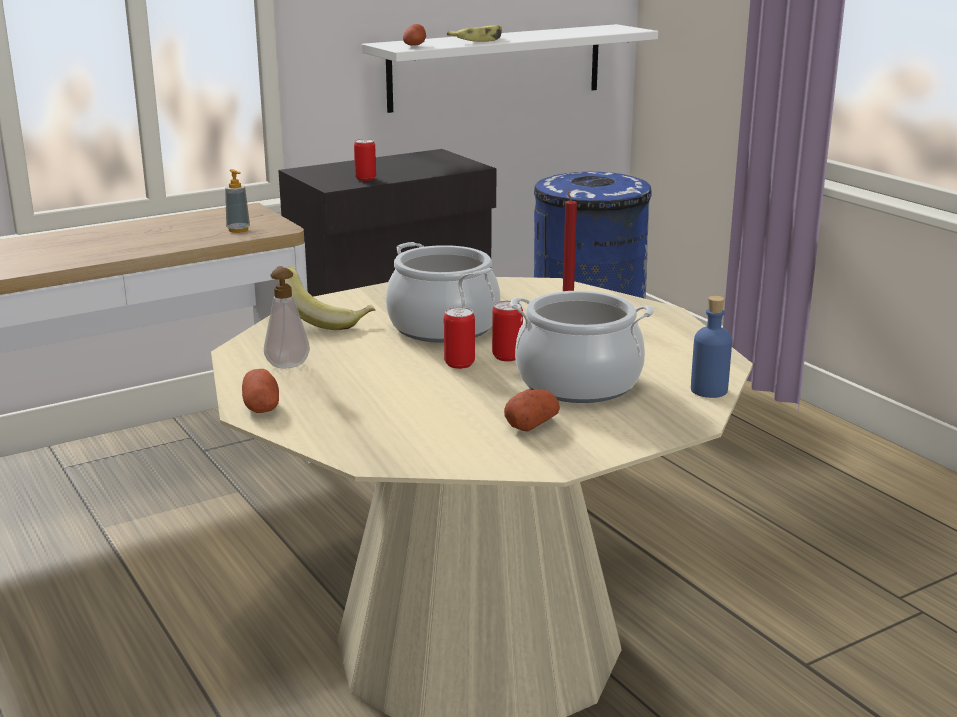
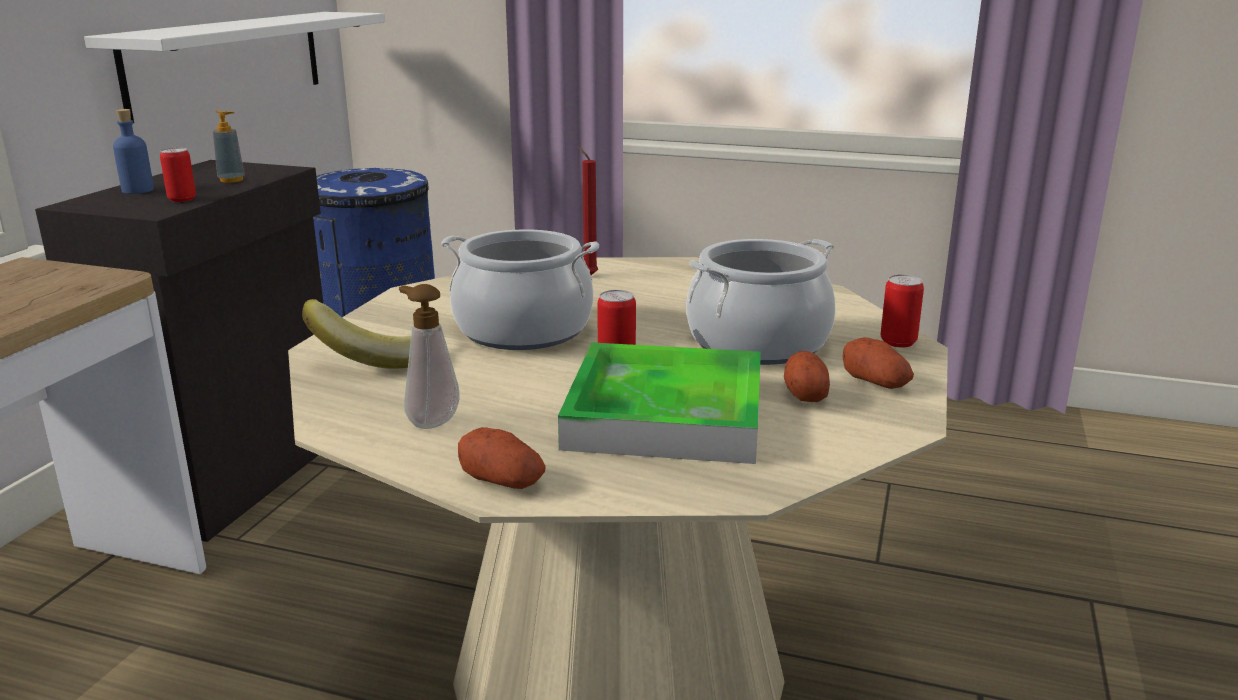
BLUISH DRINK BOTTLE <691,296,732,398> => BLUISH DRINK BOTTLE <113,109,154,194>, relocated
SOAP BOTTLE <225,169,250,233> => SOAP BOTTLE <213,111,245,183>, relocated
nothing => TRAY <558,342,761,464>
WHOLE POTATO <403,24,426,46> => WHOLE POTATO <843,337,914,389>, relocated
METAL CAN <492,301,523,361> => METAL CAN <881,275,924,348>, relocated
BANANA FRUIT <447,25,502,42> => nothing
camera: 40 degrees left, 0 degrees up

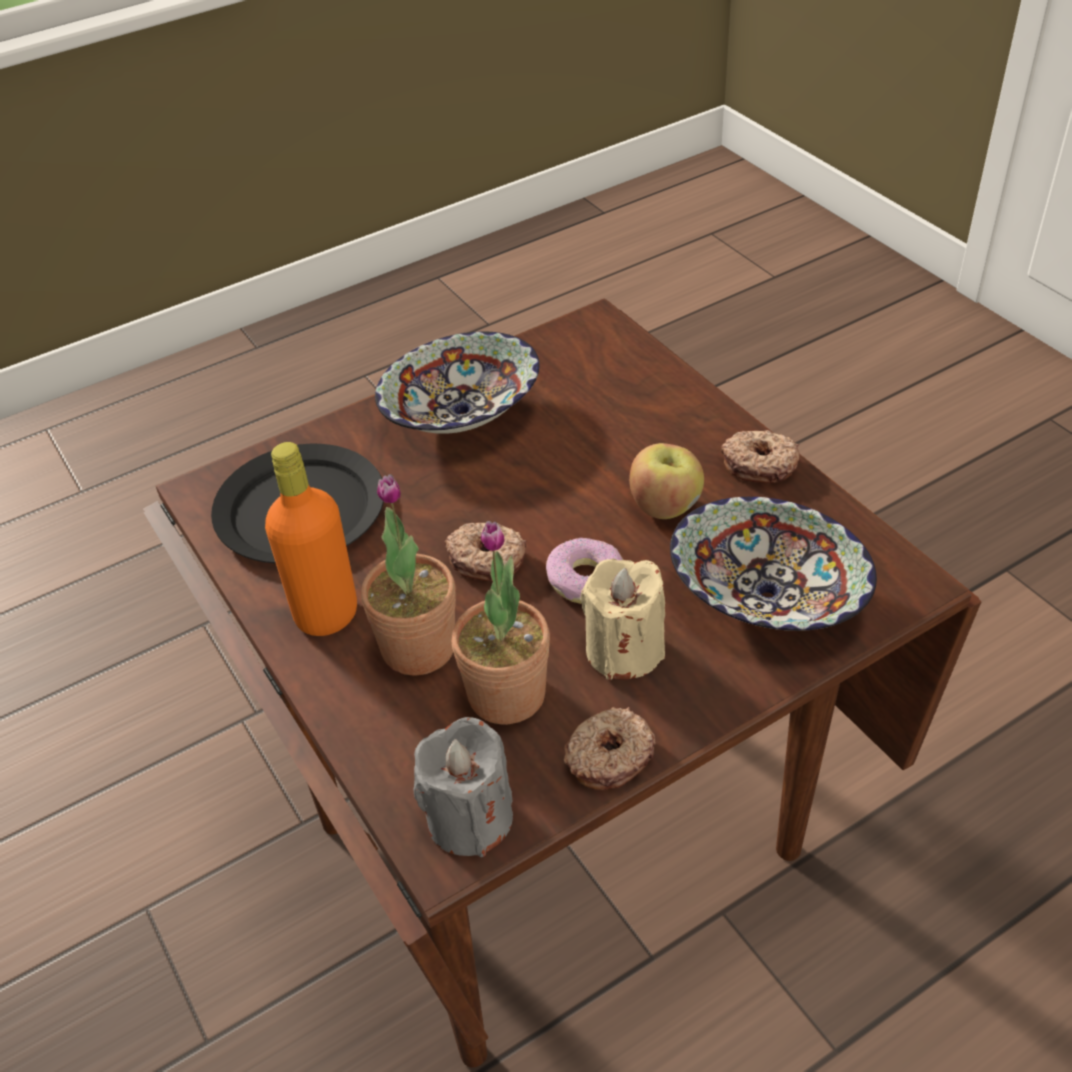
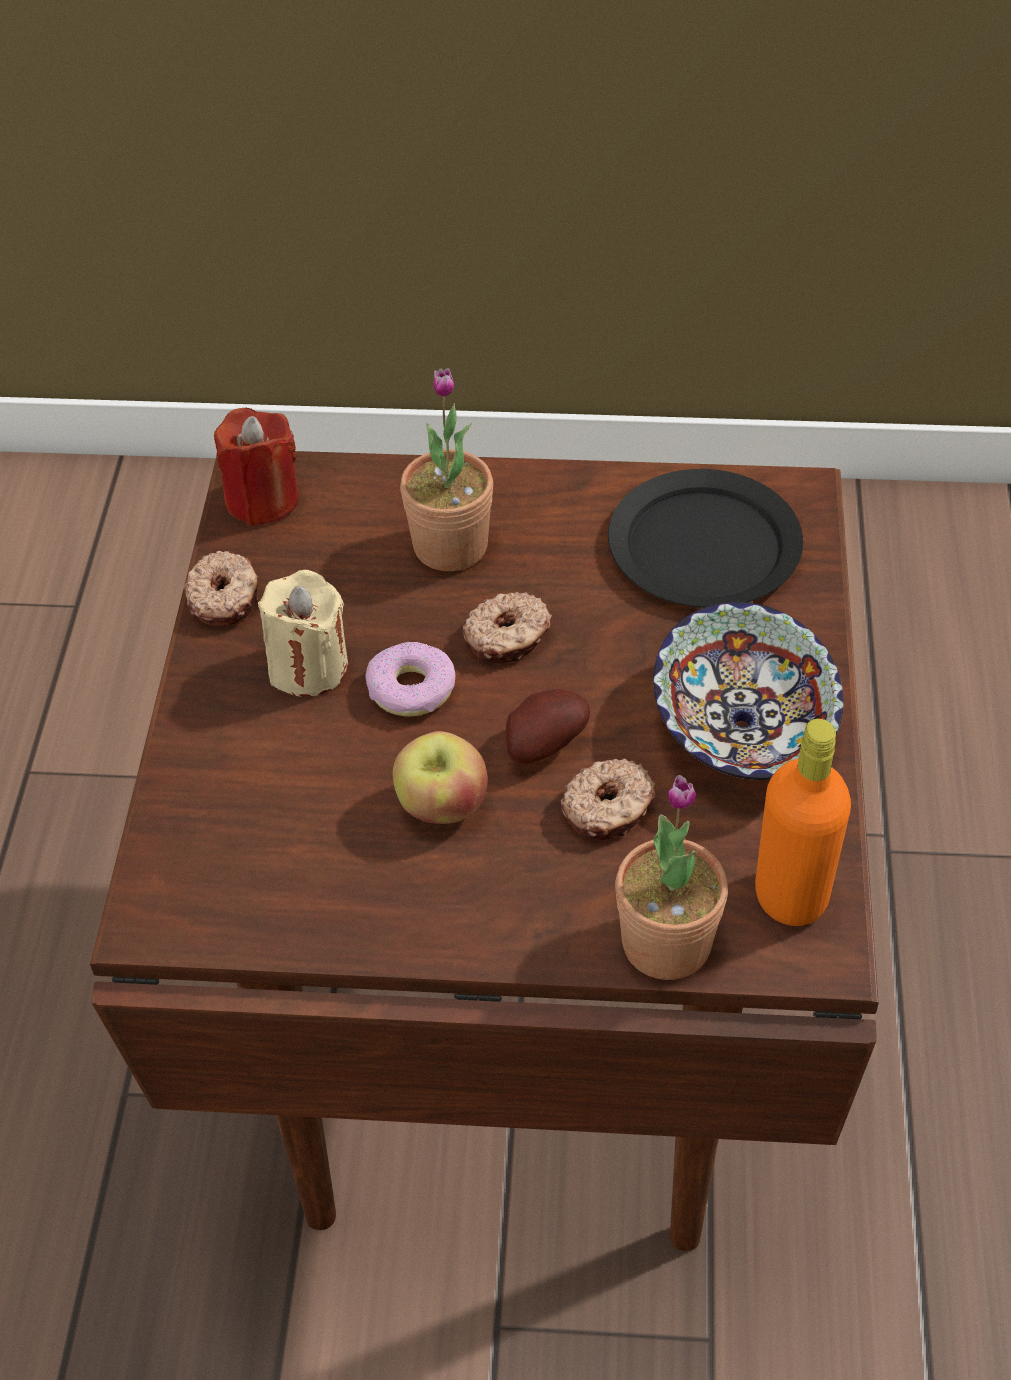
GREYISH WAX CANDLE <413,717,513,857> => REDDISH WAX CANDLE <214,408,299,526>
nothing => WHOLE POTATO <506,689,590,764>
DOUGHNUT <721,430,800,483> => DOUGHNUT <561,758,655,840>, relocated
HOUSEPLANT <452,521,550,725> => HOUSEPLANT <615,775,728,980>, relocated
ORANGE DRINK BOTTLE <265,442,357,636> => ORANGE DRINK BOTTLE <755,719,851,926>, relocated
BOWL <670,497,877,631> => nothing
camera: 125 degrees right, 5 degrees up

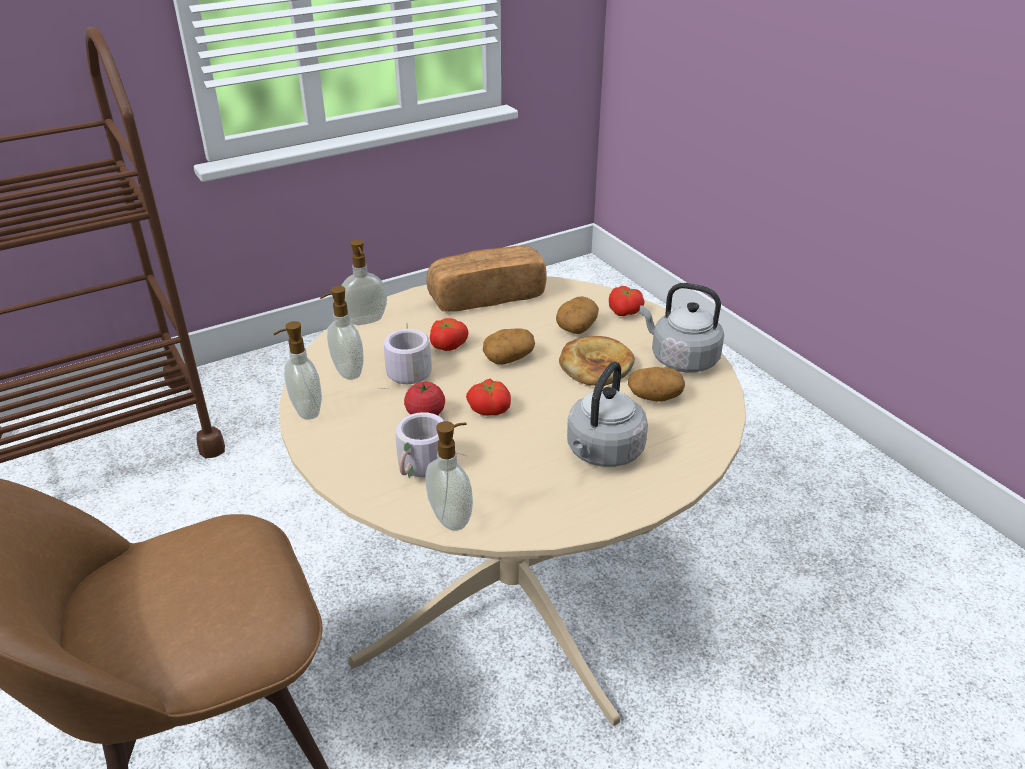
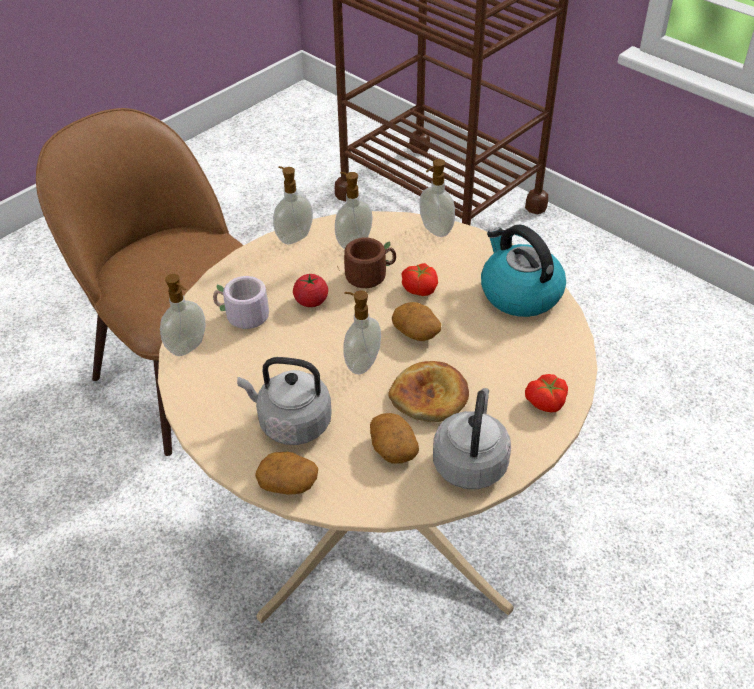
WHOLE POTATO <556,296,599,334> => WHOLE POTATO <255,452,318,495>, relocated
GREYISH COFFEE MUG <382,325,432,389> => BROWN COFFEE MUG <337,237,396,288>
nothing => SOAP BOTTLE <343,290,381,374>
BAKED BREAD <427,246,547,311> => TEA KETTLE <481,224,566,317>
FRESH TOMATO <466,379,511,416> => nothing
camera: 75 degrees right, 10 degrees up

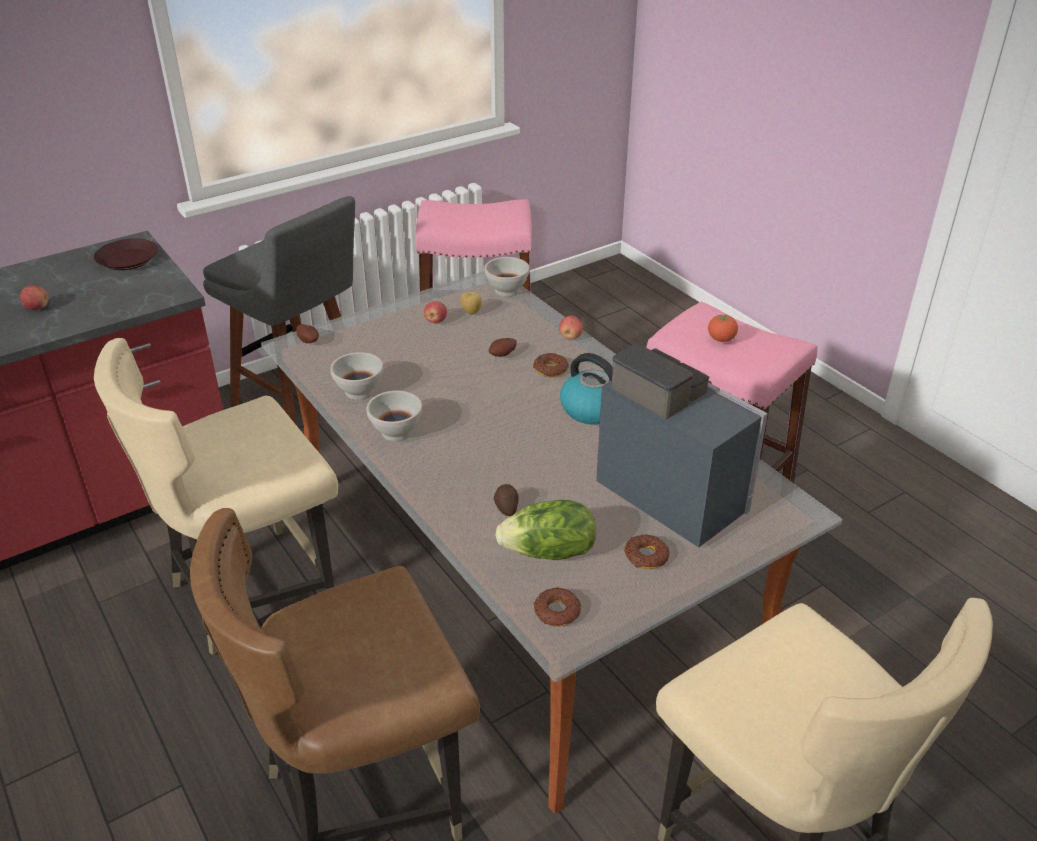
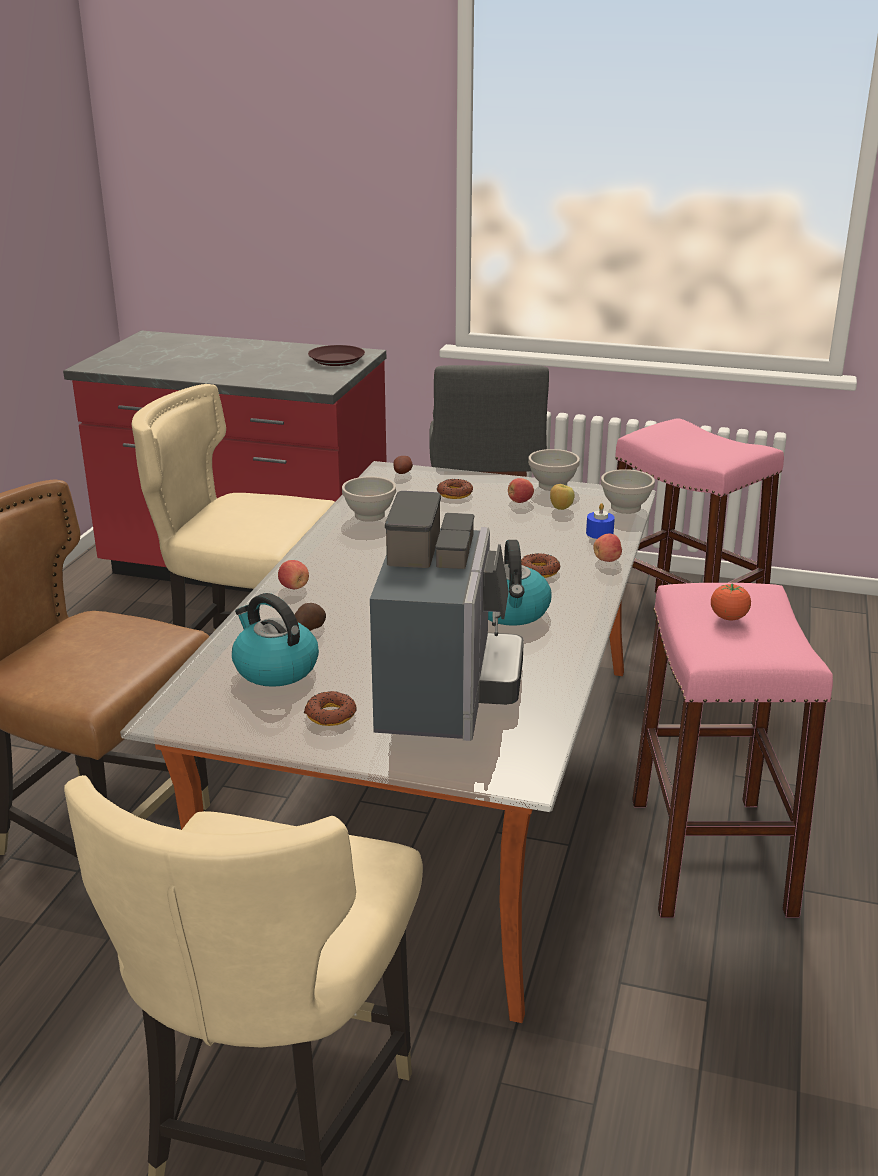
LETTUCE HEAD <495,500,596,560> => TEA KETTLE <232,593,319,687>
APPLE FRUIT <20,285,49,310> => APPLE FRUIT <278,560,309,589>, relocated
DOUGHNUT <534,587,581,626> => DOUGHNUT <437,479,473,499>, relocated
WHITE-COLOURED BOWL <366,391,422,441> => WHITE-COLOURED BOWL <528,449,580,491>, relocated
nothing => BLUISH WAX CANDLE <586,503,615,539>
WHOLE POTATO <489,338,517,357> => nothing
camera: 50 degrees right, 10 degrees down

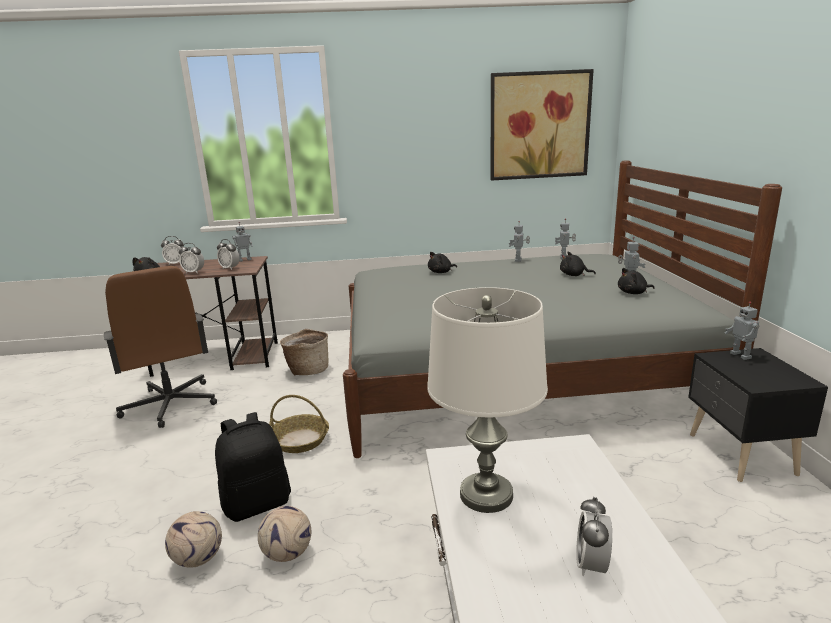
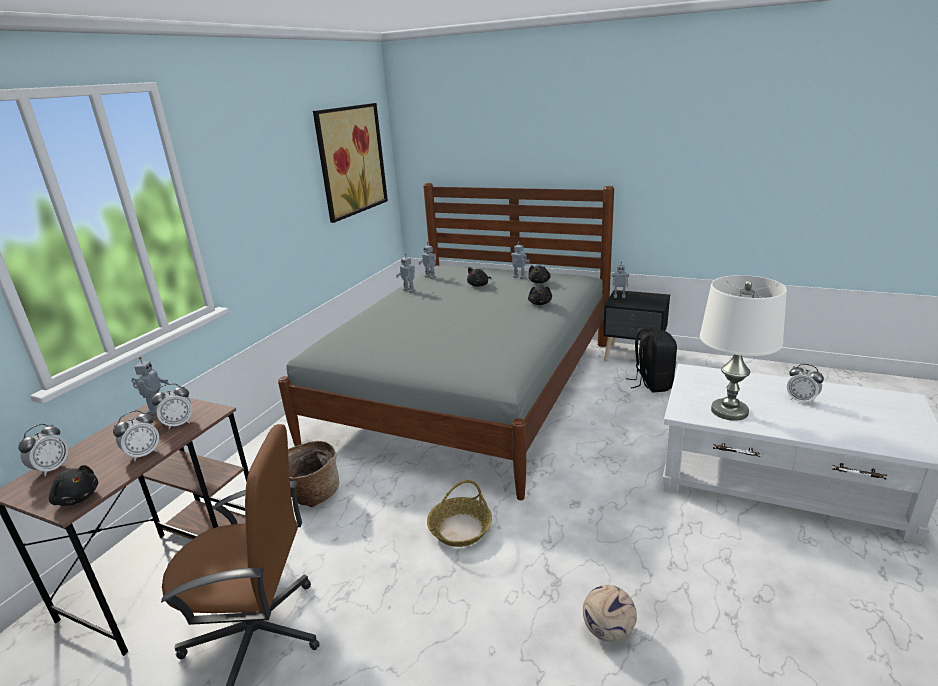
BLACK-COLOURED PLUSH TOY <428,252,457,273> => BLACK-COLOURED PLUSH TOY <528,286,552,305>, relocated
BLACK-COLOURED RUCKSACK <215,412,291,522> => BLACK-COLOURED RUCKSACK <626,327,677,393>, relocated
BALL FOR FOOTBALL <258,506,311,562> => nothing
camera: 60 degrees left, 5 degrees up

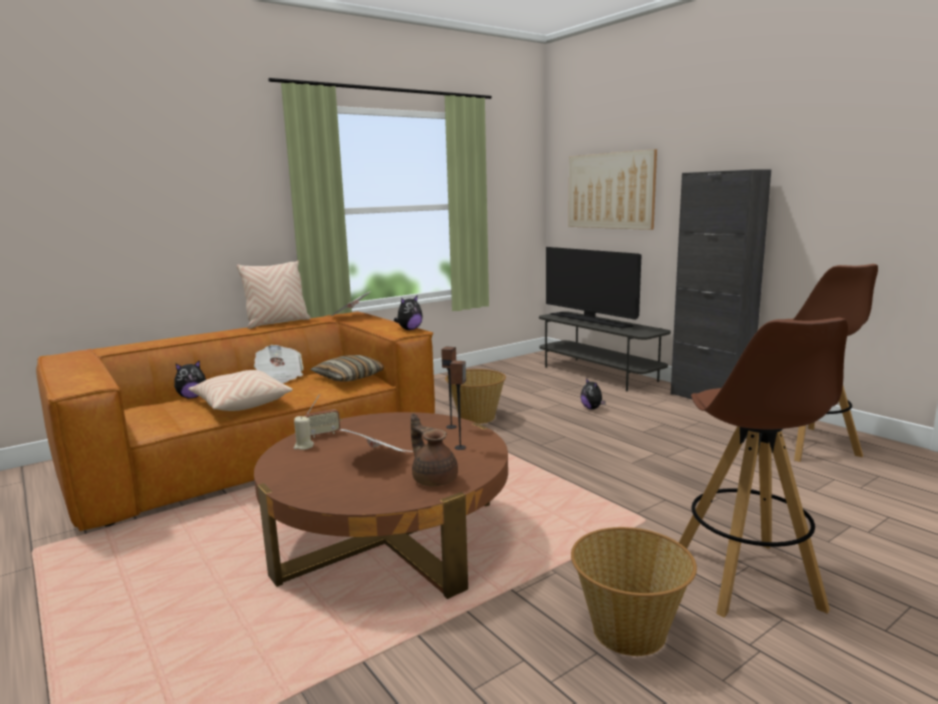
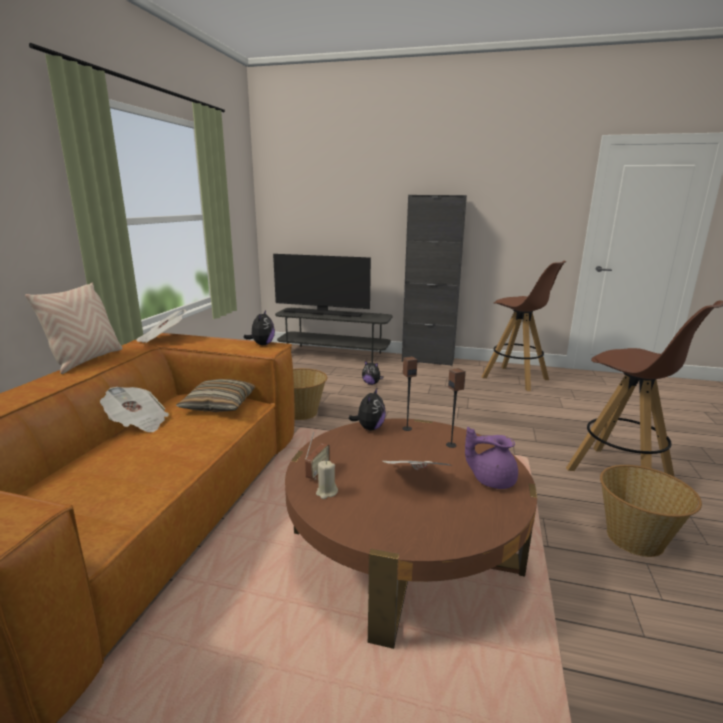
PLUSH TOY <174,360,206,398> => PLUSH TOY <349,387,386,431>, relocated
BROWN TEA POT <411,413,458,486> => PURPLE TEA POT <465,427,518,489>
BEIGE-COLOURED PILLOW <188,370,293,411> => nothing
WALL ART <568,149,657,230> => nothing
camera: 40 degrees left, 5 degrees up

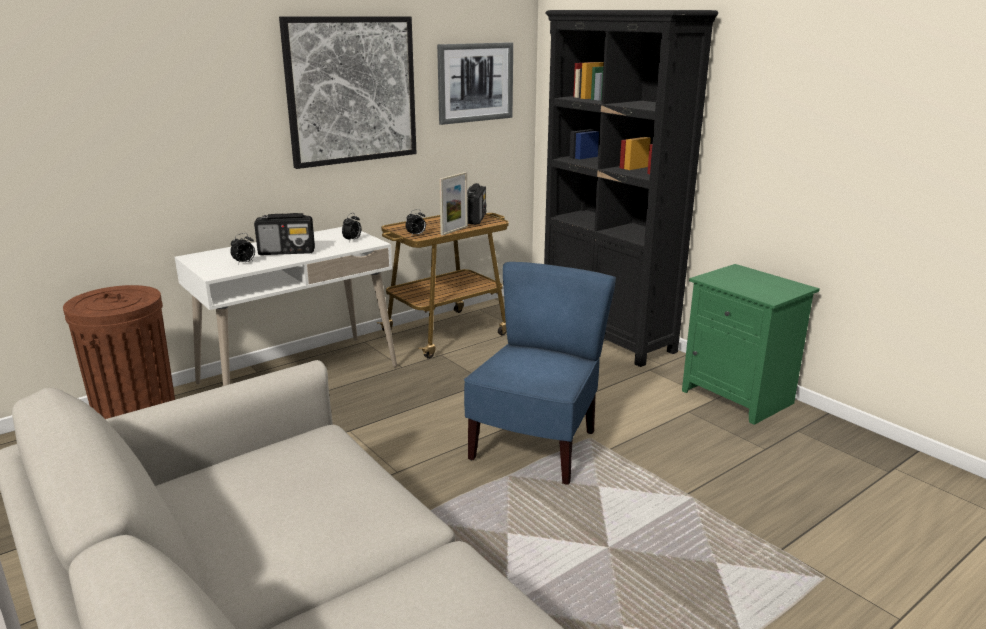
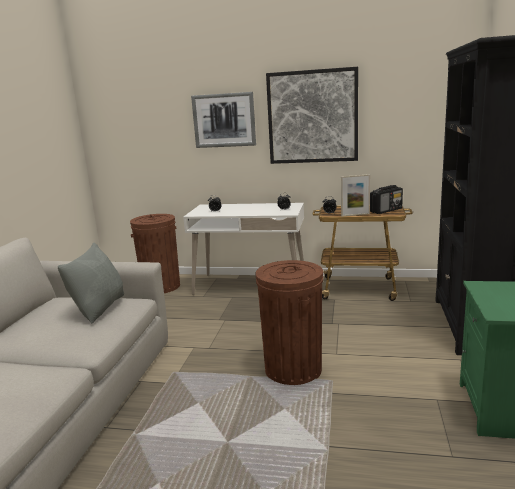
nothing => GREYISH PILLOW <58,243,124,324>
WALL ART <437,42,513,125> => WALL ART <191,92,256,148>, relocated
BLUISH CHAIR <464,262,616,485> => BROWN RUBBISH BIN <256,260,323,385>
RADIO RECEIVER <254,213,315,255> => nothing
camera: 50 degrees right, 5 degrees down

